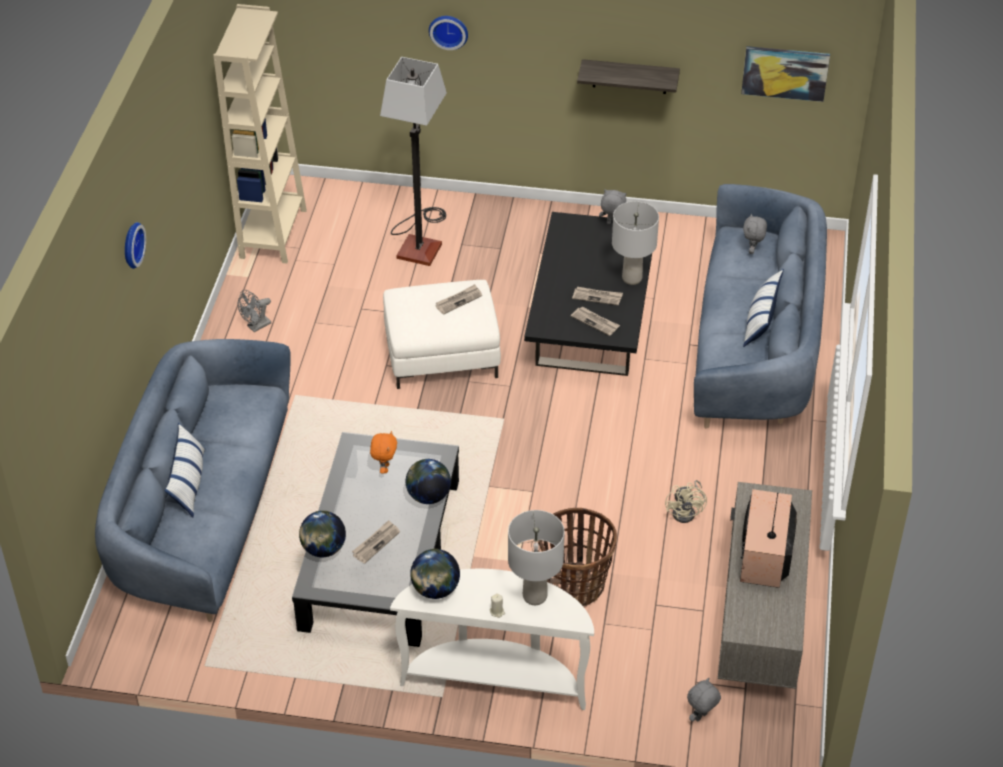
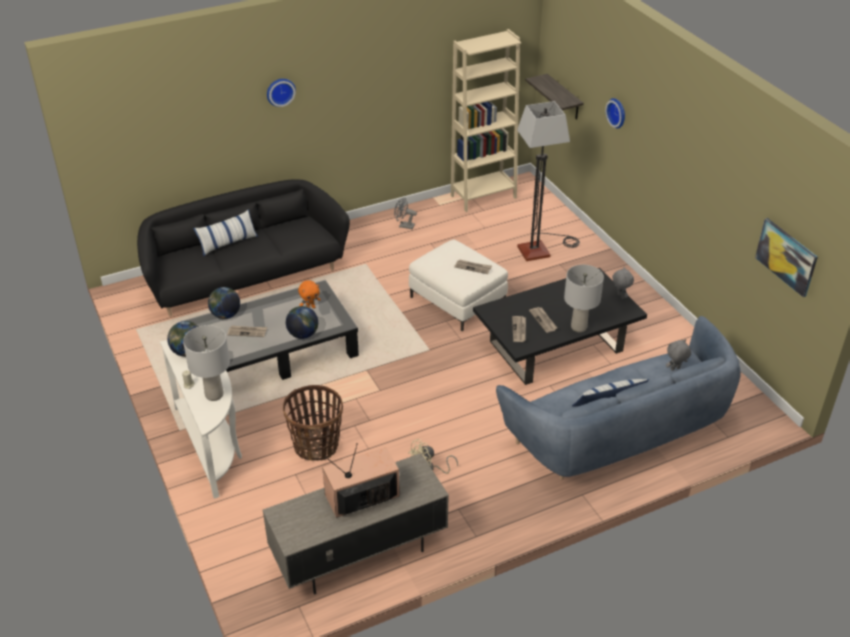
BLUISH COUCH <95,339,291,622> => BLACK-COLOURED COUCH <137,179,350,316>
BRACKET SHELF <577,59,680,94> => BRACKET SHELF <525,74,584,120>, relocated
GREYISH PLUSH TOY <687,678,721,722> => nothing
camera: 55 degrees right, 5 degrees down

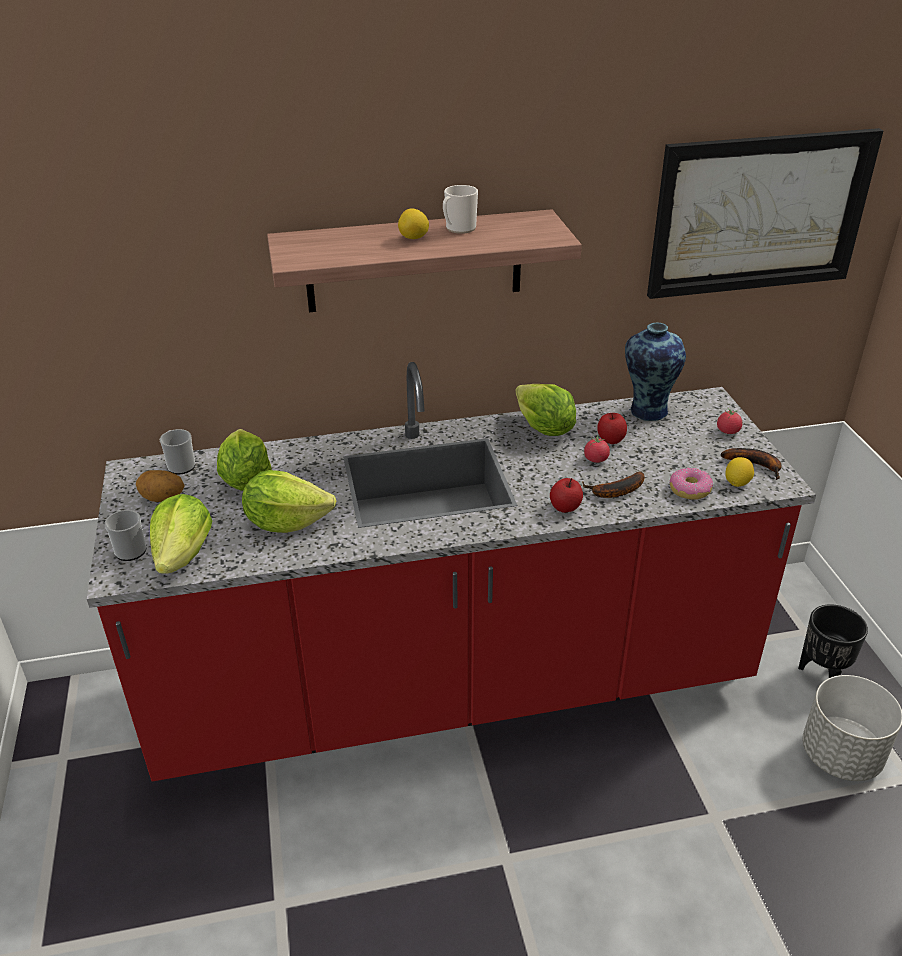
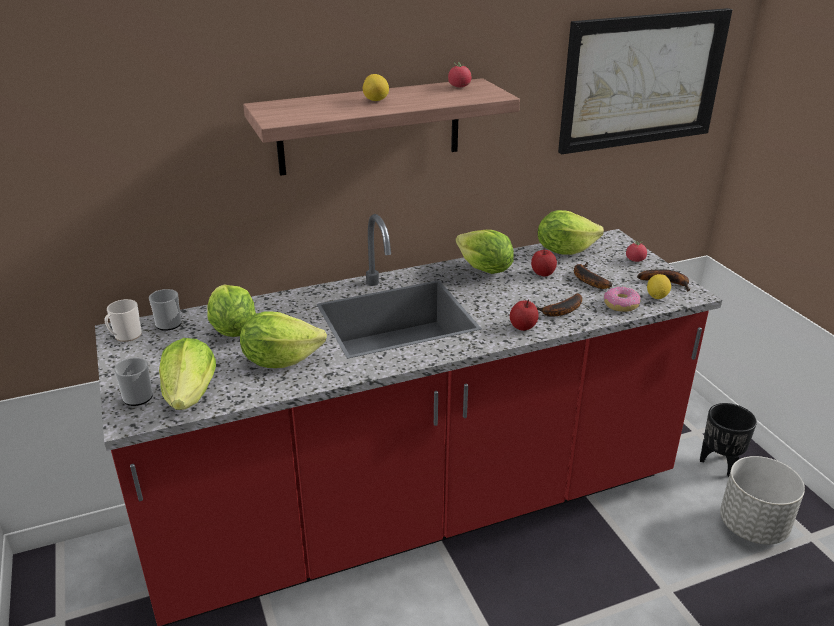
COFFEE MUG <443,185,478,234> => COFFEE MUG <104,299,142,342>, relocated
FRESH TOMATO <584,435,610,463> => FRESH TOMATO <448,62,471,87>, relocated
DECORATIVE VASE <625,323,686,421> => LETTUCE HEAD <538,210,604,255>
nothing => BANANA FRUIT <574,262,612,289>
WHOLE POTATO <136,470,185,502> => nothing
camera: 10 degrees left, 5 degrees down

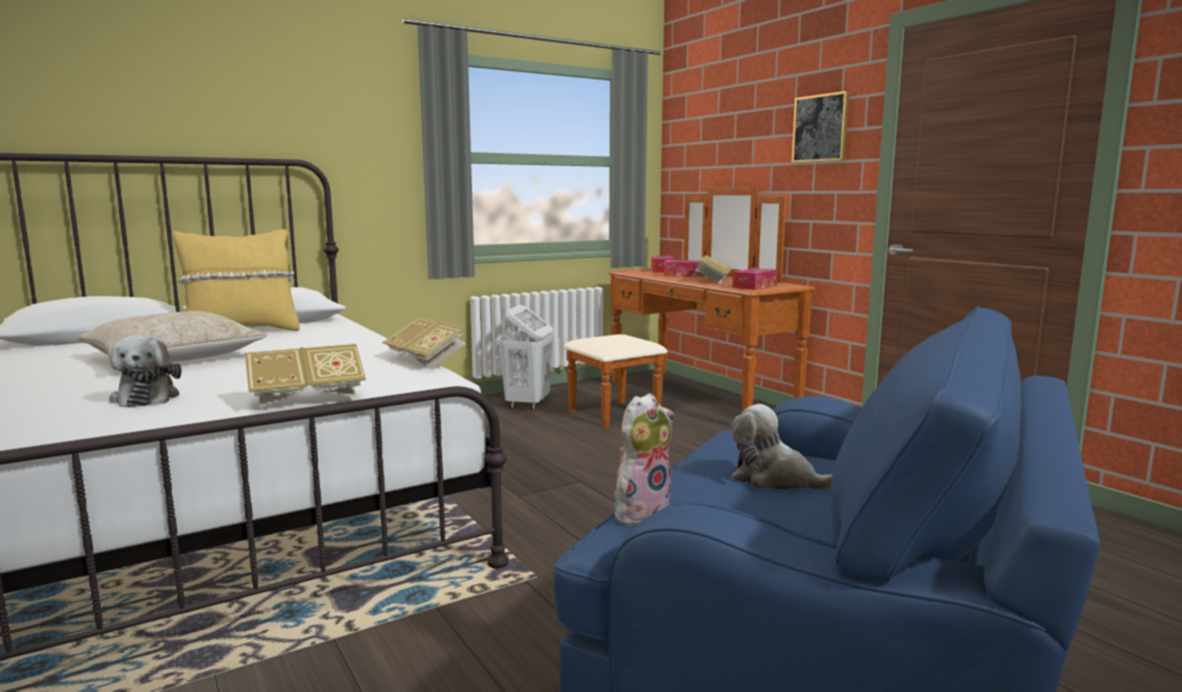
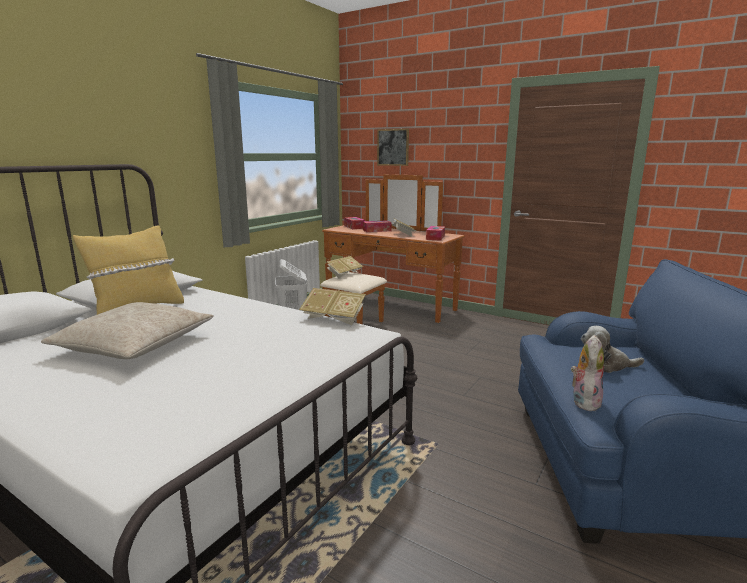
BOOK <245,344,366,407> => BOOK <327,256,363,278>, relocated
WALL ART <792,91,850,163> => WALL ART <377,129,409,166>, relocated
PLUSH TOY <109,336,182,407> => nothing
camera: 25 degrees left, 5 degrees up

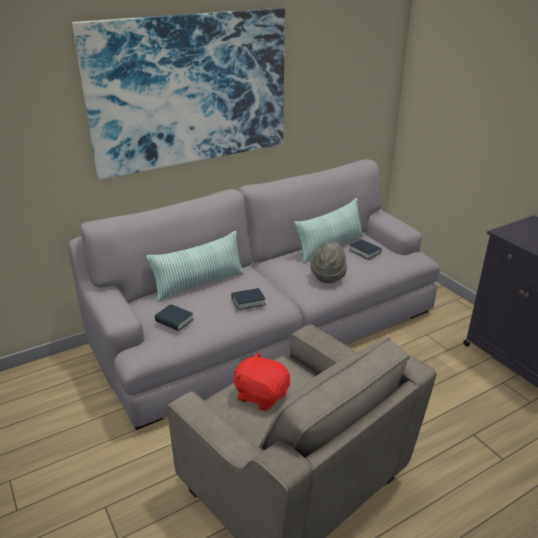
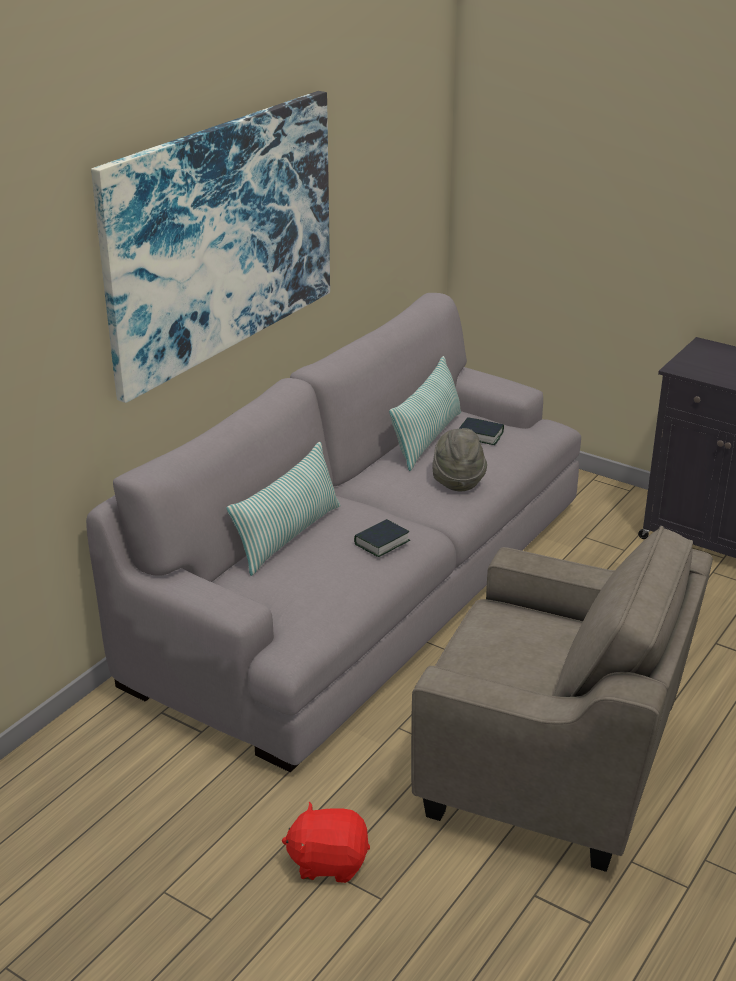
REDDISH PLUSH TOY <234,352,290,411> => REDDISH PLUSH TOY <282,801,370,883>, relocated
BOOK <155,304,194,331> => nothing
camera: 25 degrees left, 0 degrees up

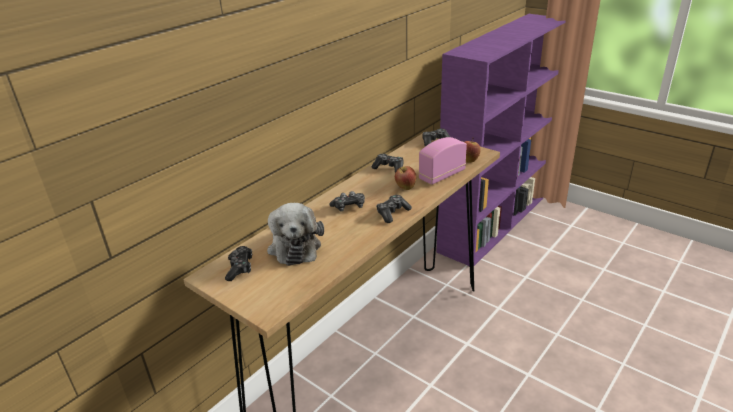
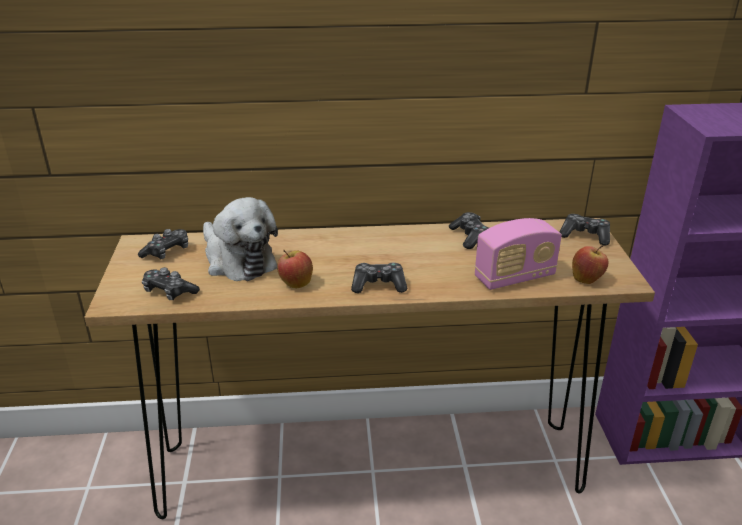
GAMEPAD <329,191,365,211> => GAMEPAD <142,267,200,300>, relocated
PLUSH TOY <267,203,324,266> => PLUSH TOY <203,197,278,281>, 75 degrees counterclockwise
APPLE FRUIT <395,166,416,190> => APPLE FRUIT <277,250,313,288>, relocated
RADIO RECEIVER <418,137,467,185> => RADIO RECEIVER <475,218,562,290>, 150 degrees clockwise
camera: 45 degrees right, 0 degrees up

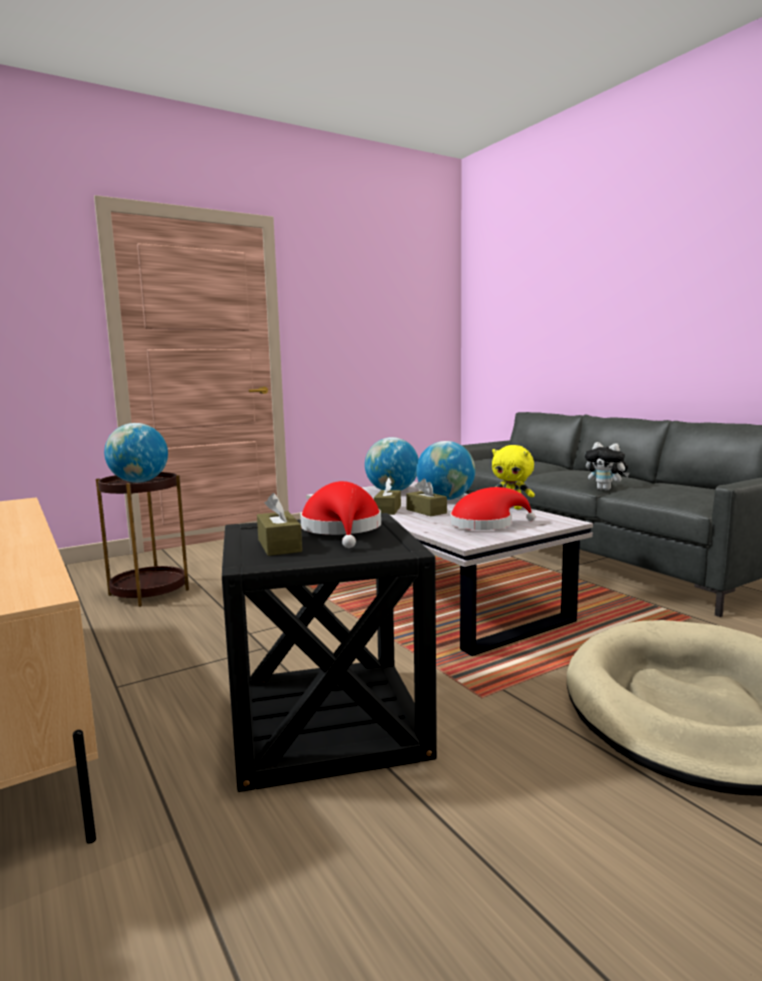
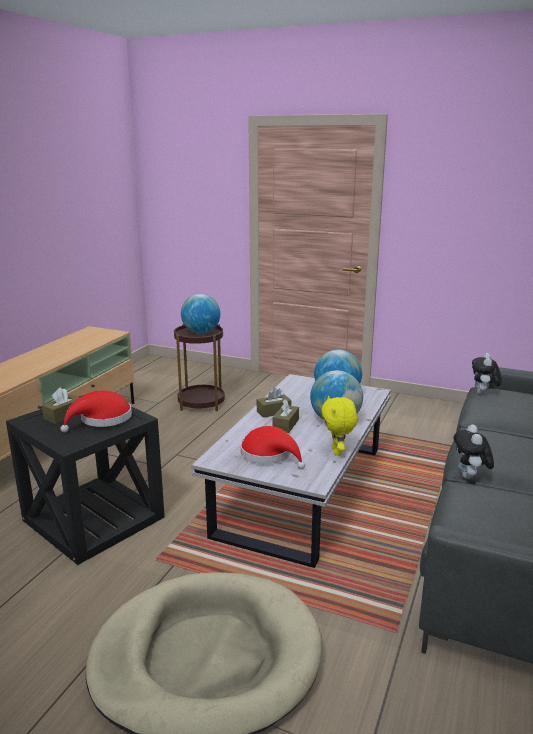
nothing => PLUSH TOY <472,353,502,395>
camera: 55 degrees right, 10 degrees up

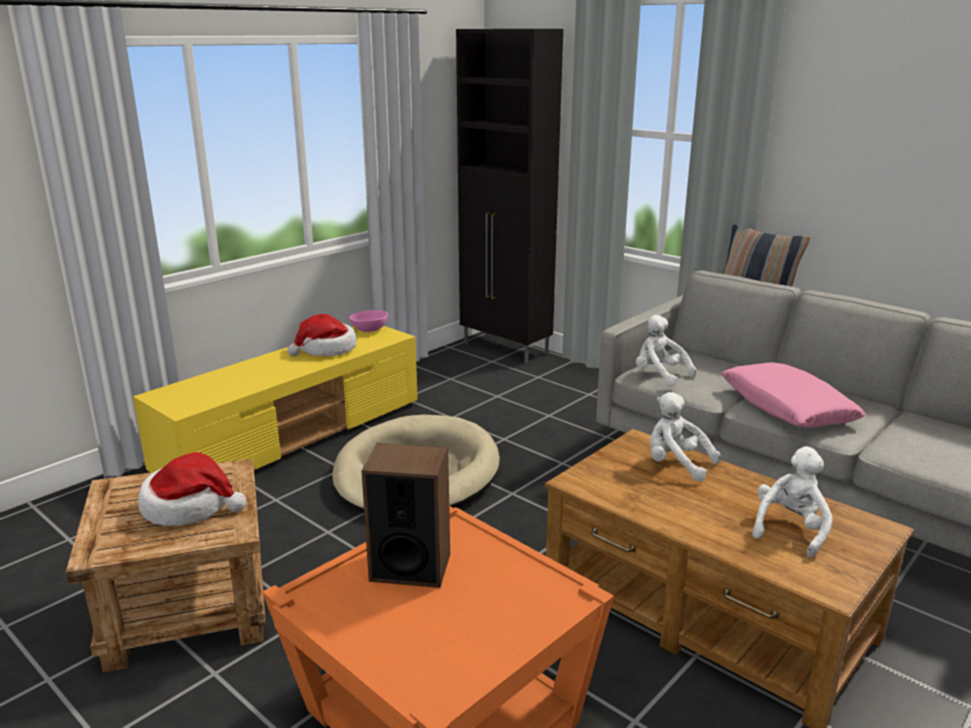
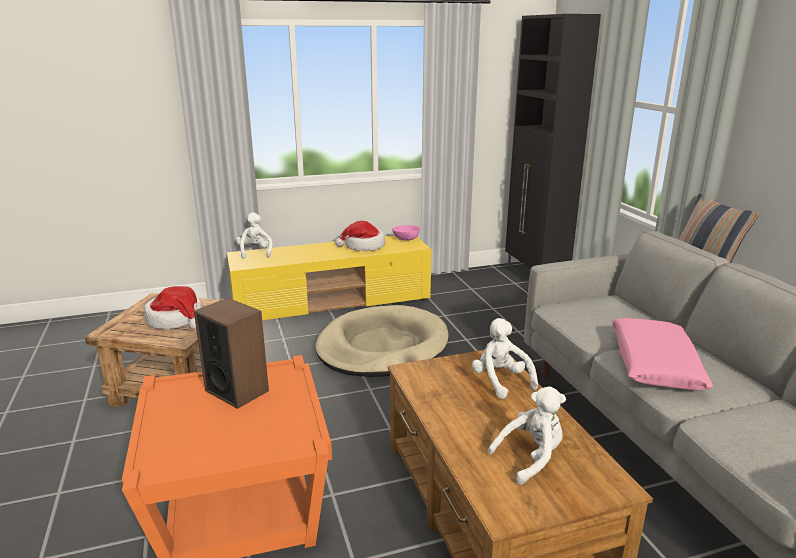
WHITE-COLOURED PLUSH TOY <636,315,697,386> => WHITE-COLOURED PLUSH TOY <236,212,273,259>, relocated
camera: 30 degrees right, 0 degrees up

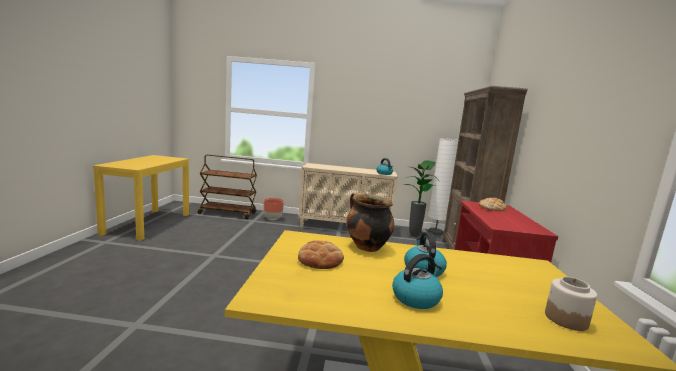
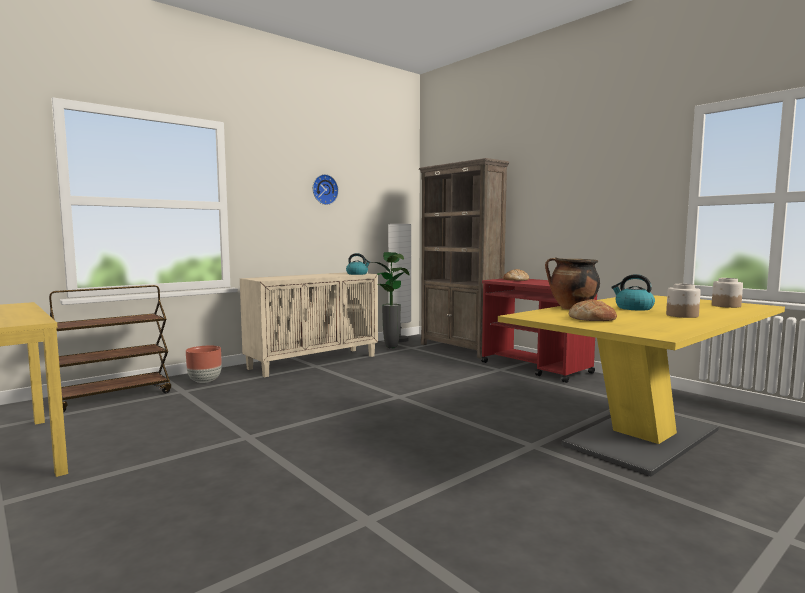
nothing => HANGING CLOCK <313,174,339,205>
TEA KETTLE <392,254,443,309> => PRESERVE JAR <666,284,701,318>
camera: 45 degrees left, 5 degrees down

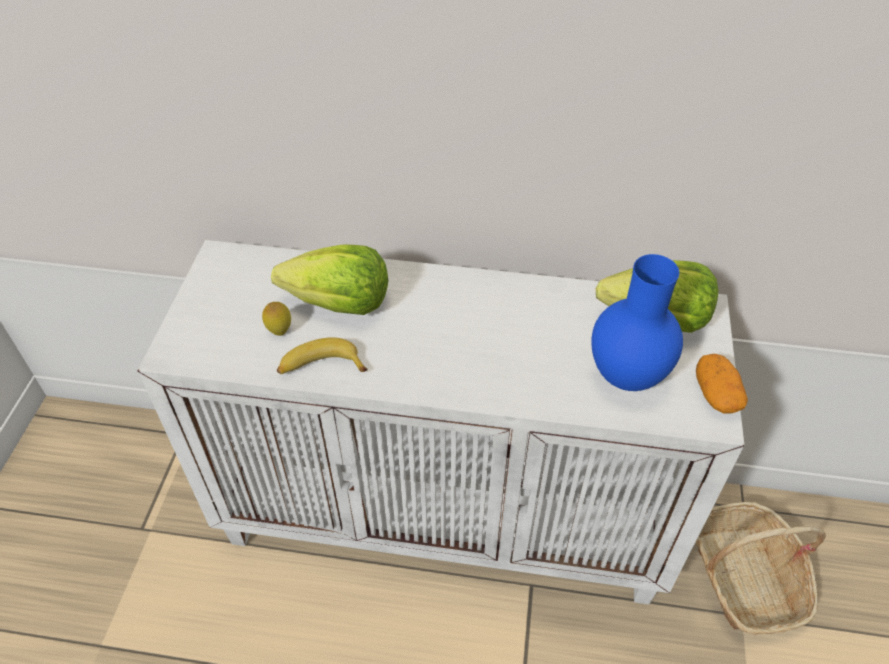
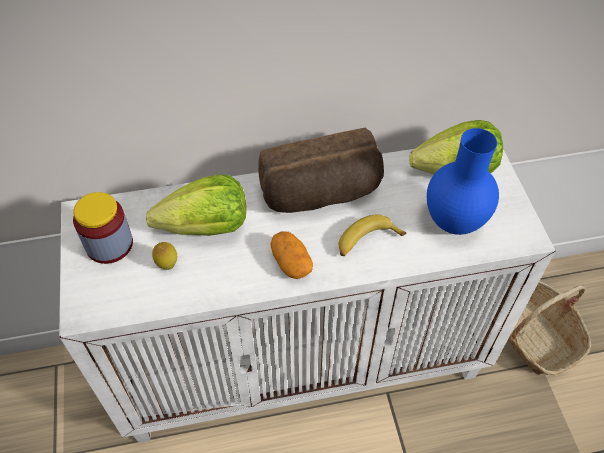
nothing => PRESERVE JAR <73,192,133,264>
nothing => BAKED BREAD <258,128,384,213>
WHOLE POTATO <696,354,748,413> => WHOLE POTATO <270,232,313,279>, relocated
BANANA FRUIT <277,337,368,374> => BANANA FRUIT <339,214,407,256>, relocated
camera: 20 degrees left, 5 degrees up

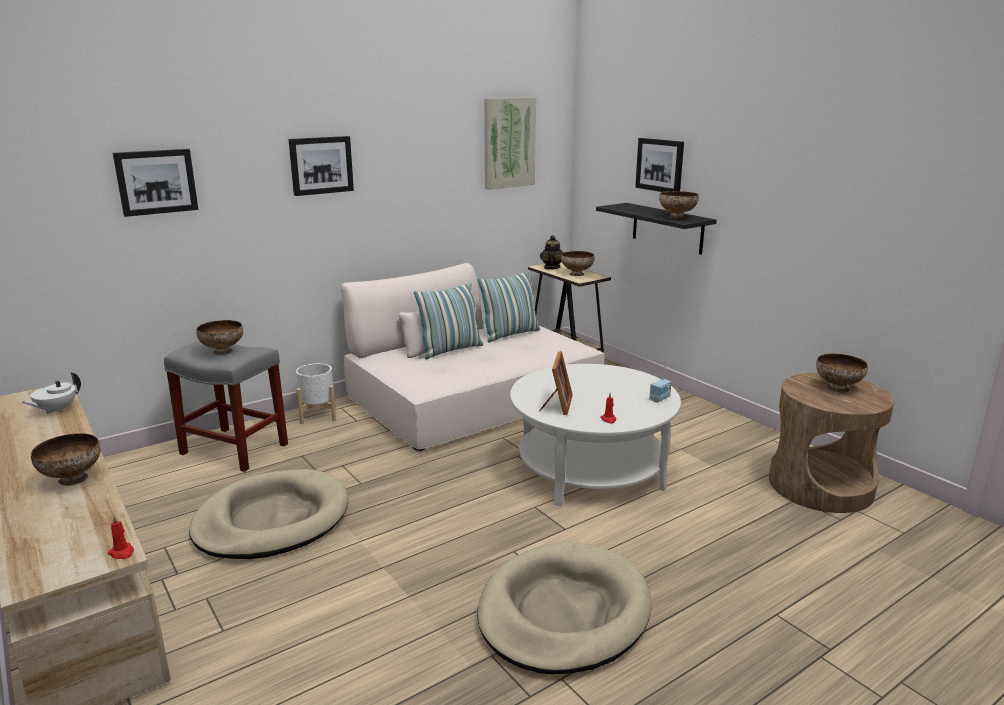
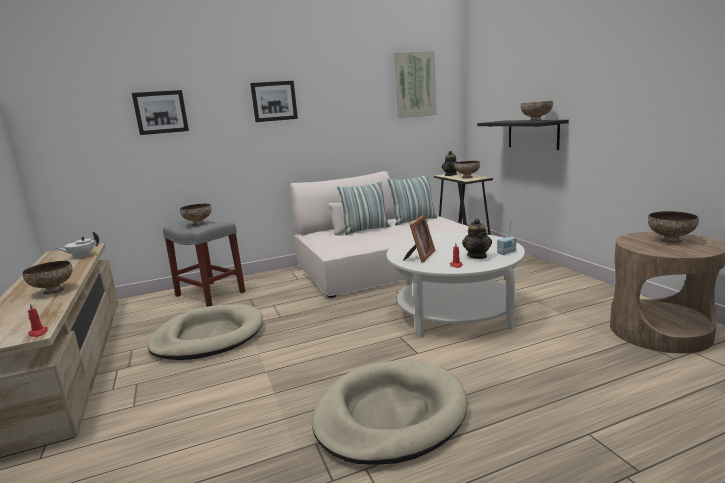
nothing => TEA POT <462,218,492,259>
WHITE-COLOURED PLANTER <296,363,336,424> => nothing
WALL ART <635,138,684,192> => nothing
camera: 15 degrees right, 5 degrees down

